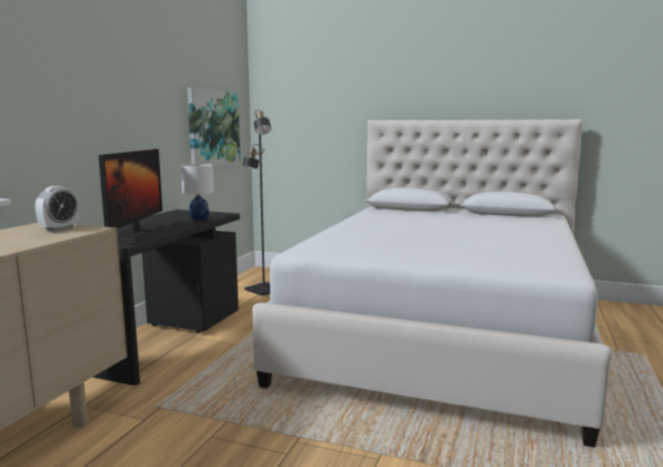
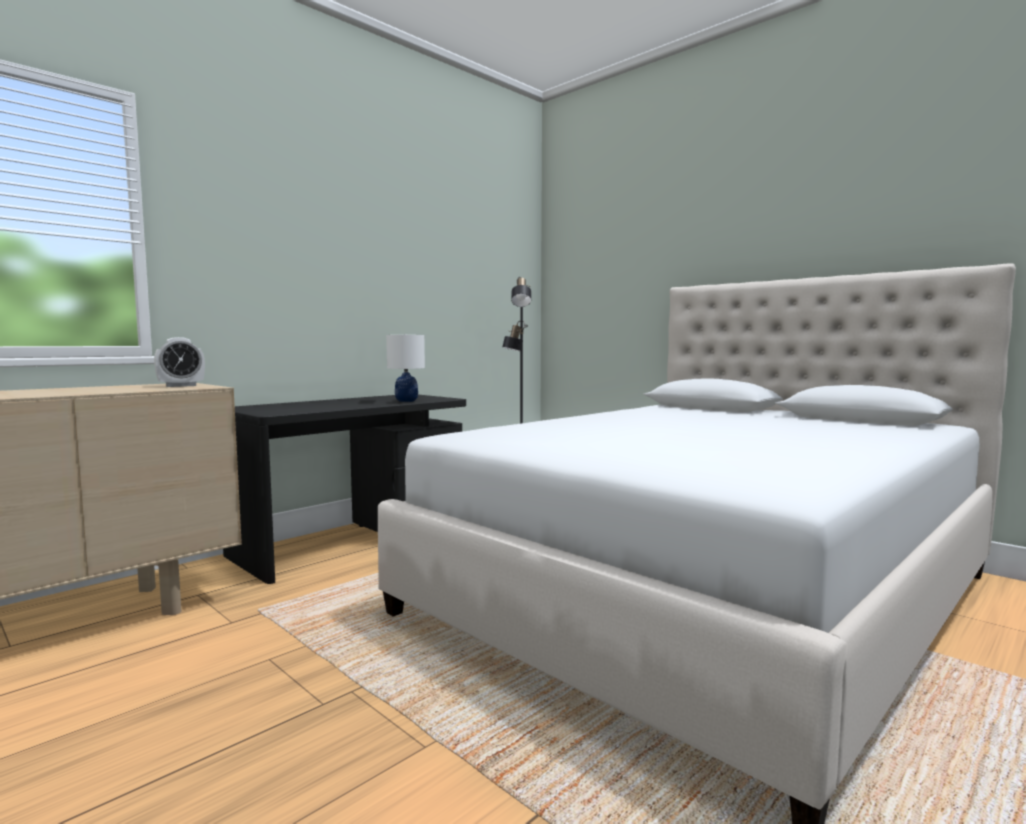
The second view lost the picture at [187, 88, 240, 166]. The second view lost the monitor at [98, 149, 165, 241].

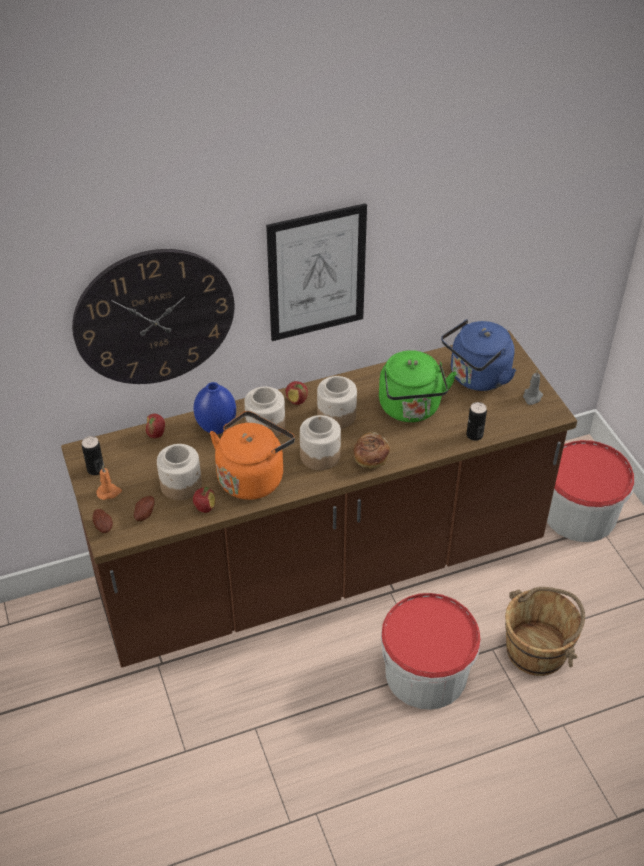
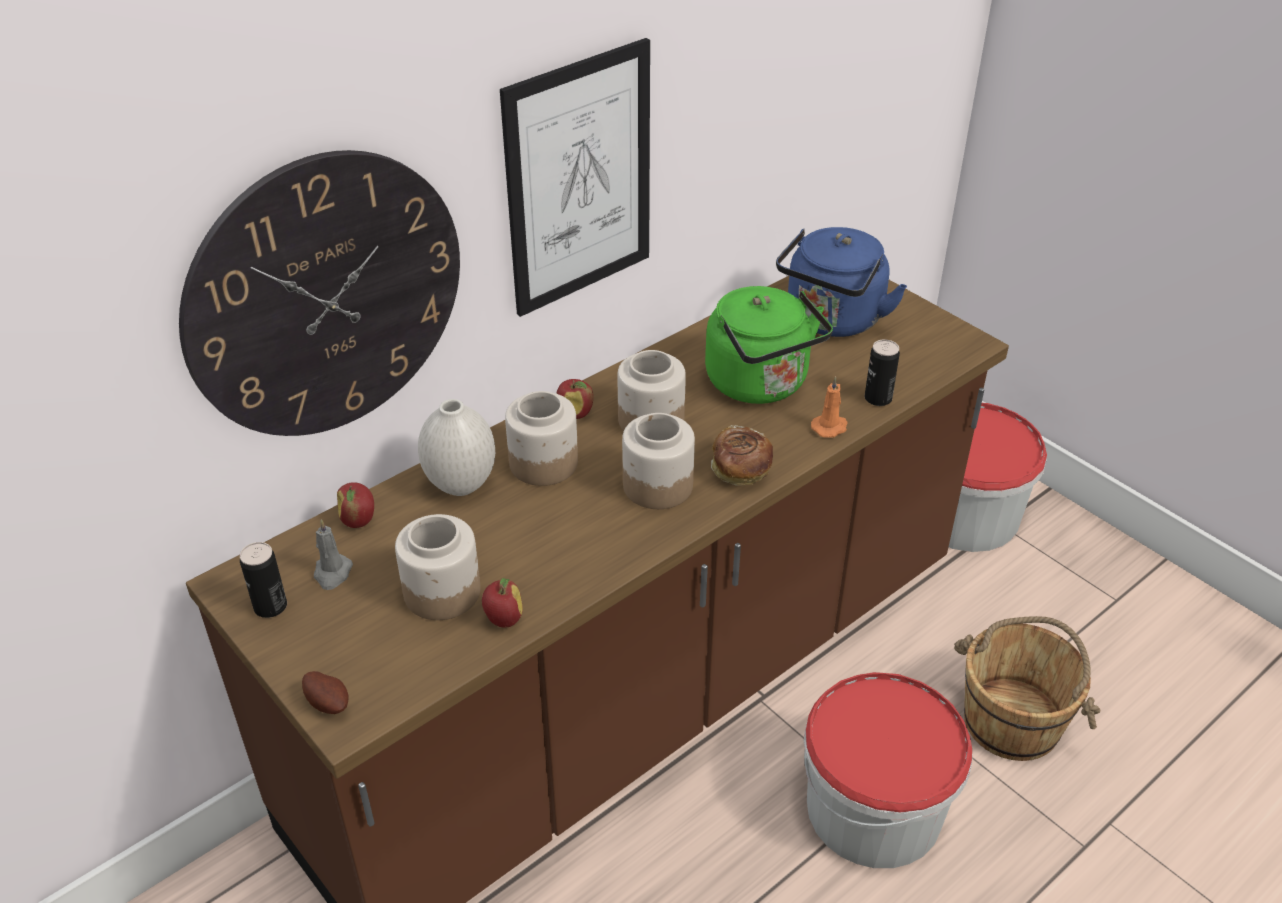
The grey candle ended up elsewhere, having gone from [523, 369, 543, 405] to [314, 519, 353, 590]. What was the blue vase at [194, 382, 236, 434] turned into the white vase at [418, 399, 495, 496]. The second view lost the orange kettle at [210, 411, 295, 500]. The orange candle ended up elsewhere, having gone from [96, 465, 122, 500] to [811, 376, 848, 438]. The second view lost the potato at [134, 496, 155, 521].

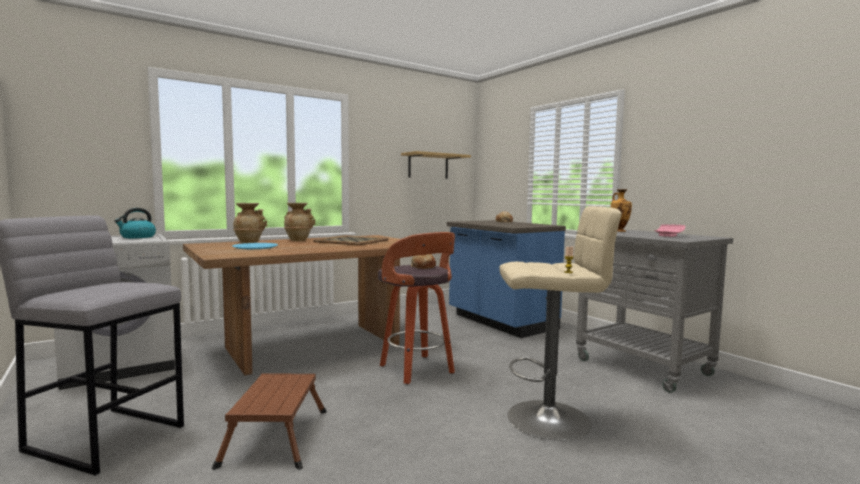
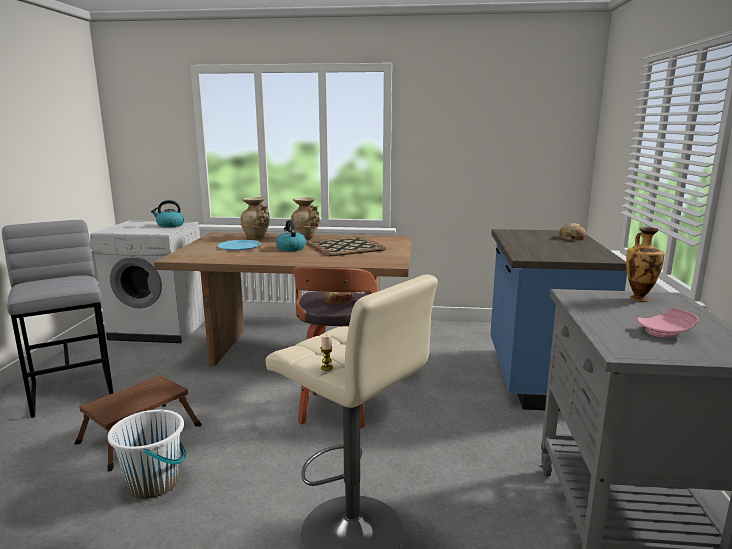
The second view lost the shelf at [401, 151, 471, 179]. The second view gained the kettle at [276, 220, 306, 251]. The second view gained the white bucket at [108, 410, 186, 499].

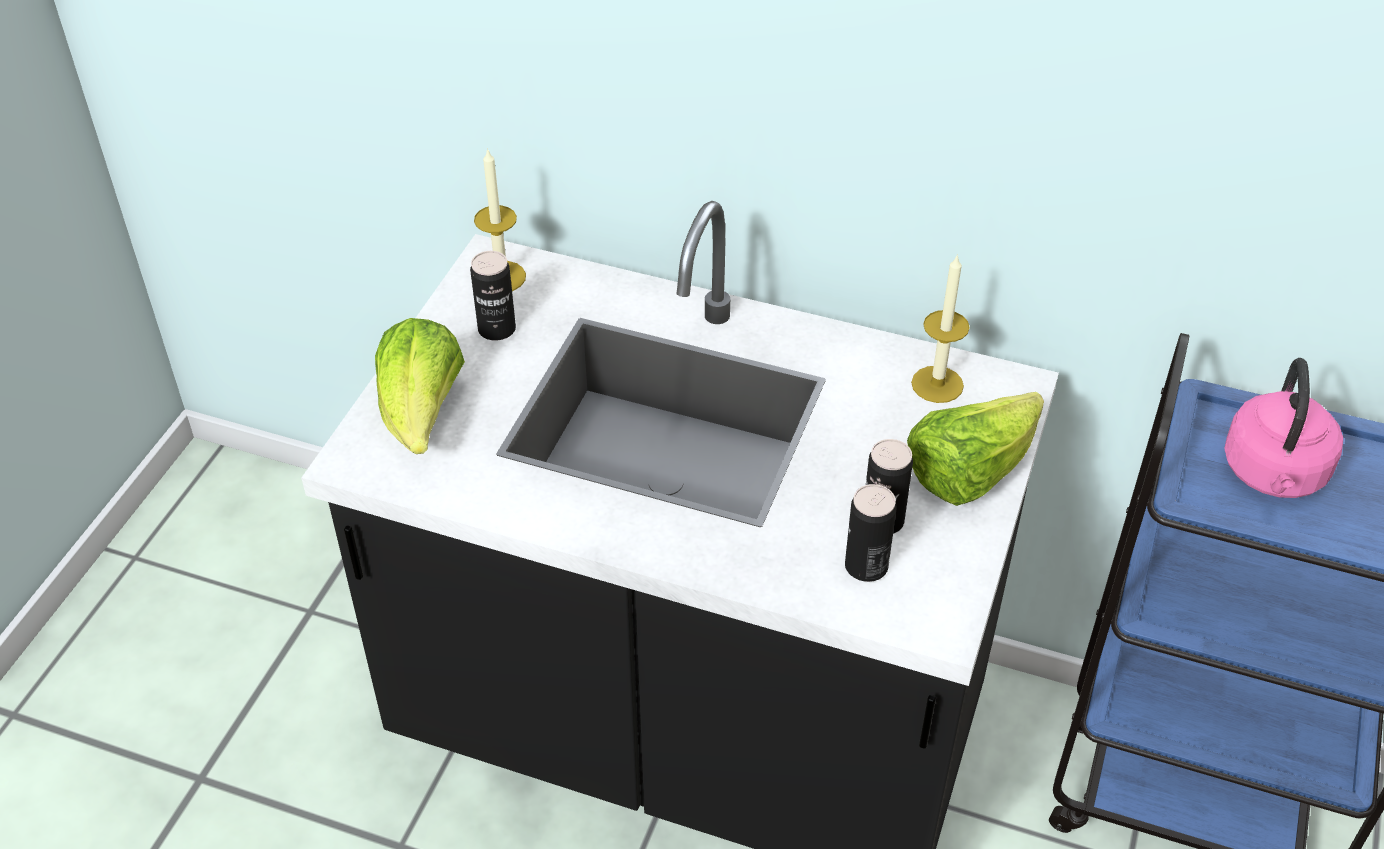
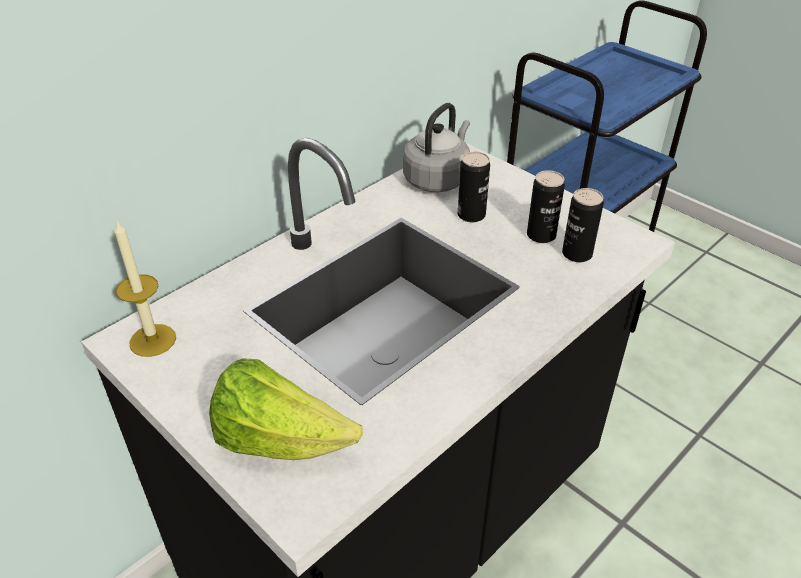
The can ended up elsewhere, having gone from [470, 251, 516, 341] to [458, 152, 490, 222]. Where the candle stood at [911, 254, 970, 403], the grey kettle came to stand at [403, 103, 470, 192]. The second view lost the pink kettle at [1224, 358, 1343, 498]. The second view lost the lettuce at [907, 392, 1044, 506].

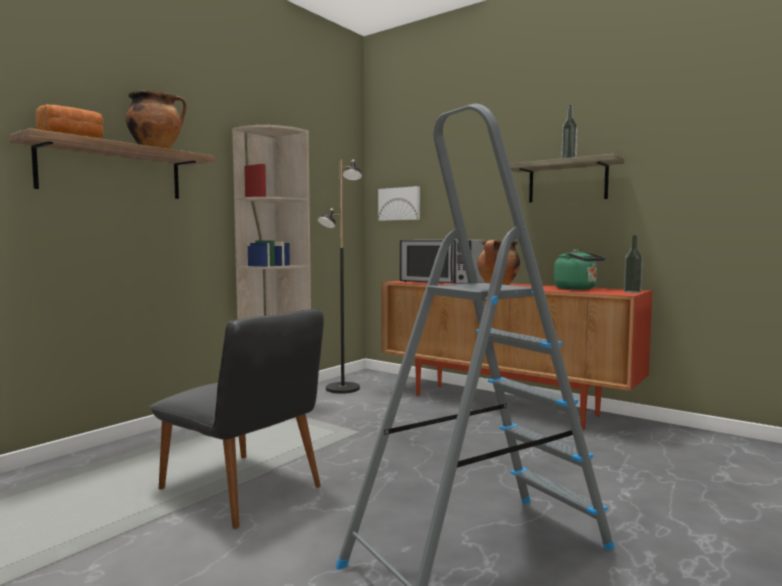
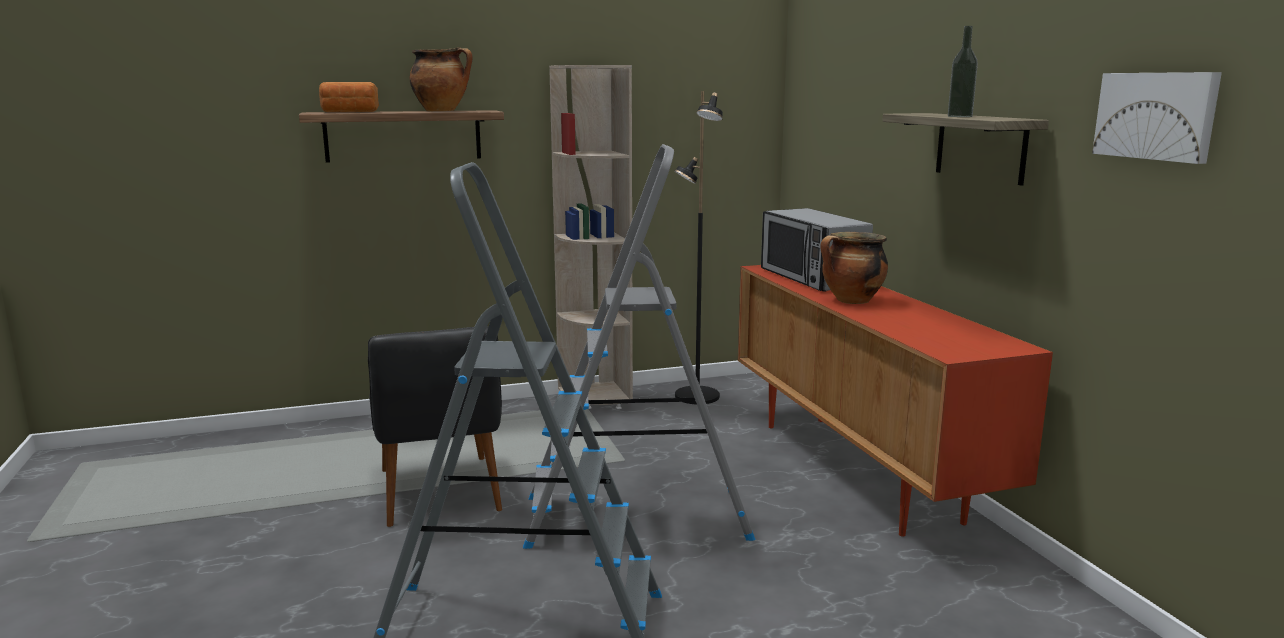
The picture ended up elsewhere, having gone from [378, 186, 420, 221] to [1092, 72, 1222, 164]. The second view lost the bottle at [624, 235, 643, 293]. The second view lost the green kettle at [554, 249, 606, 290]. The second view gained the grey step ladder at [523, 144, 755, 549].

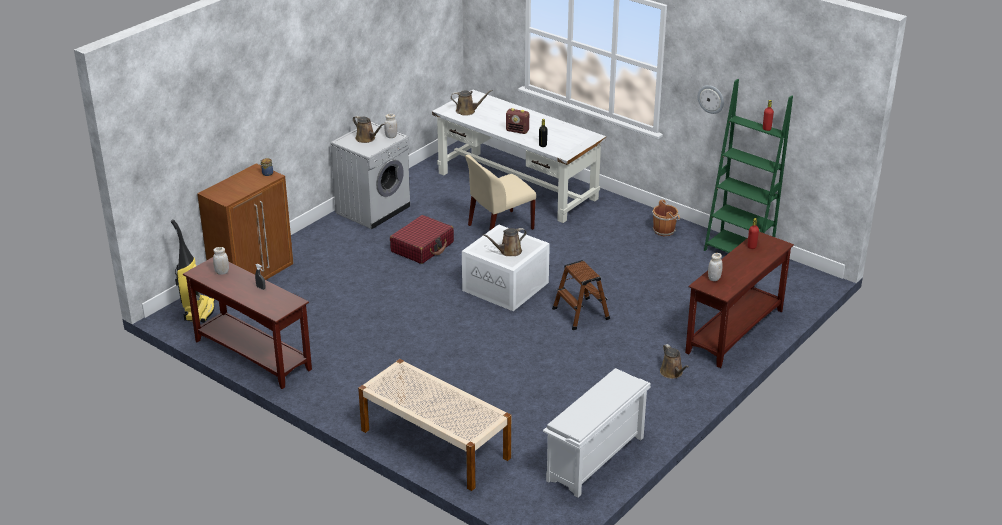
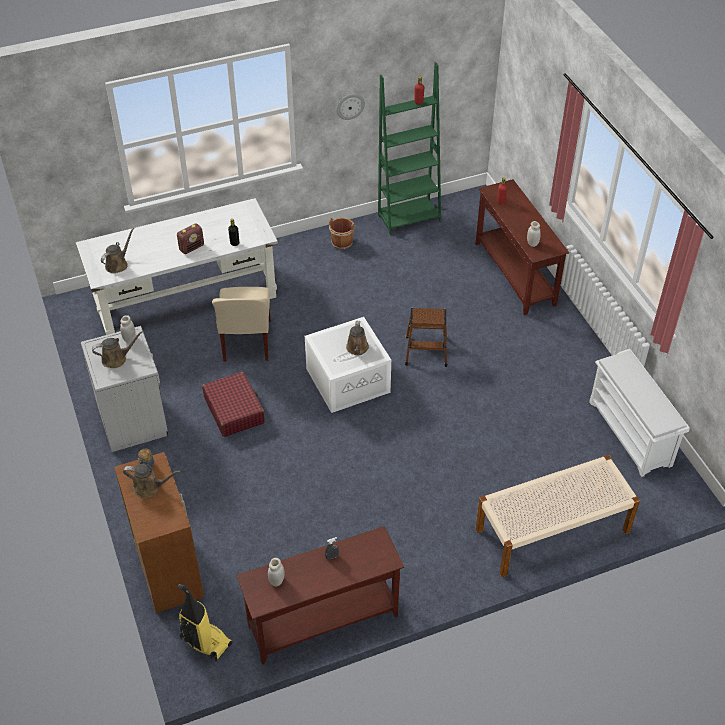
The brown watering can ended up elsewhere, having gone from [660, 344, 689, 379] to [123, 464, 180, 498].

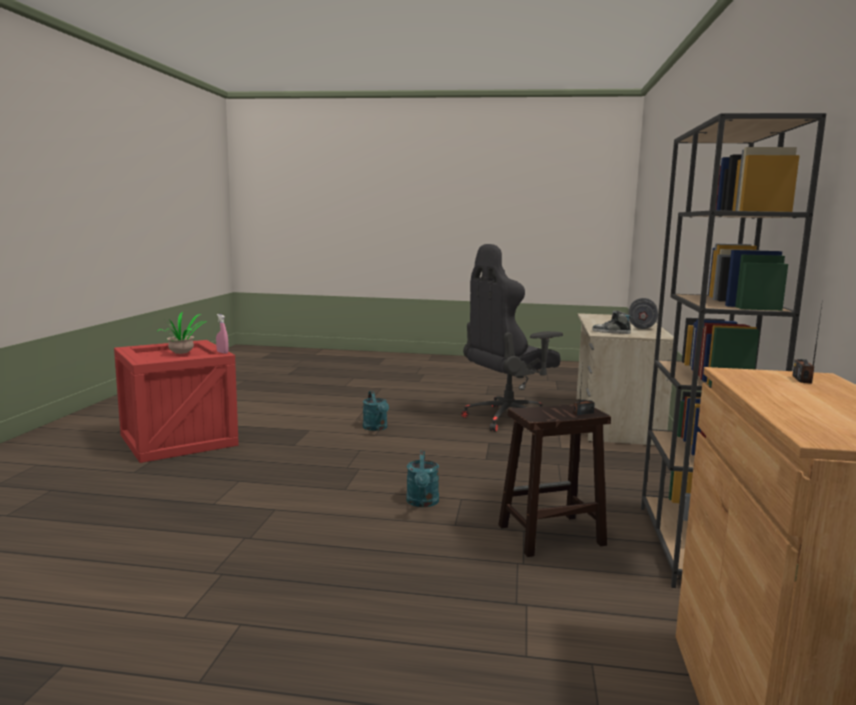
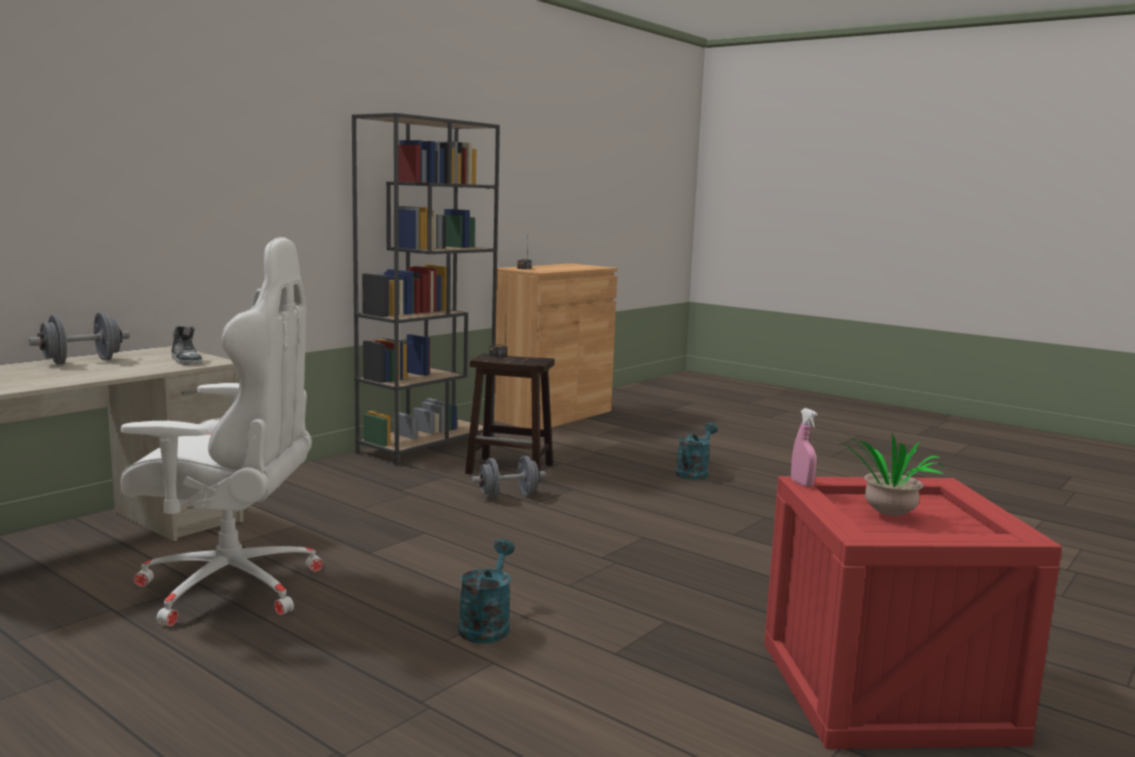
What was the black office chair at [461, 244, 563, 432] turned into the white office chair at [120, 237, 323, 626]. The turquoise watering can ended up elsewhere, having gone from [406, 450, 439, 507] to [676, 422, 718, 480]. The second view gained the grey dumbbell at [472, 456, 545, 499].

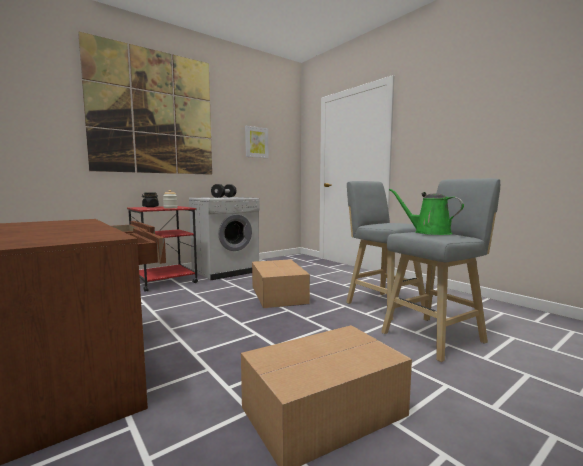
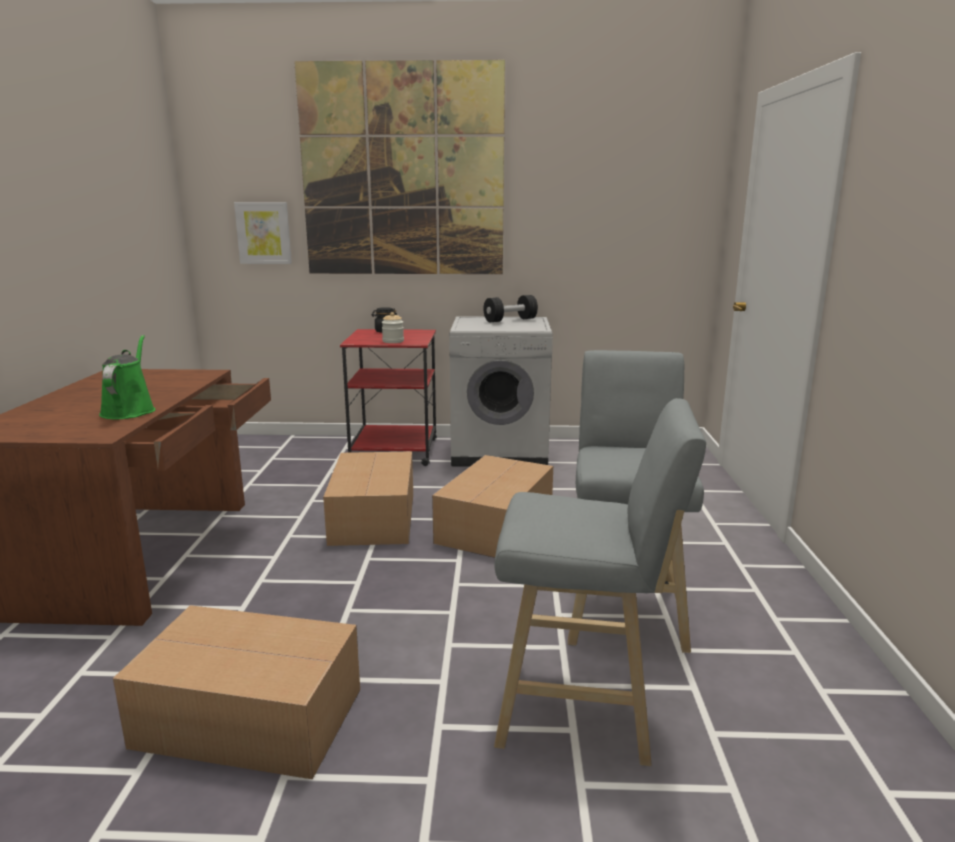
The picture ended up elsewhere, having gone from [245, 126, 268, 158] to [234, 202, 292, 264]. The green watering can ended up elsewhere, having gone from [389, 189, 464, 235] to [99, 335, 156, 419]. The second view gained the cardboard box at [323, 451, 413, 546].

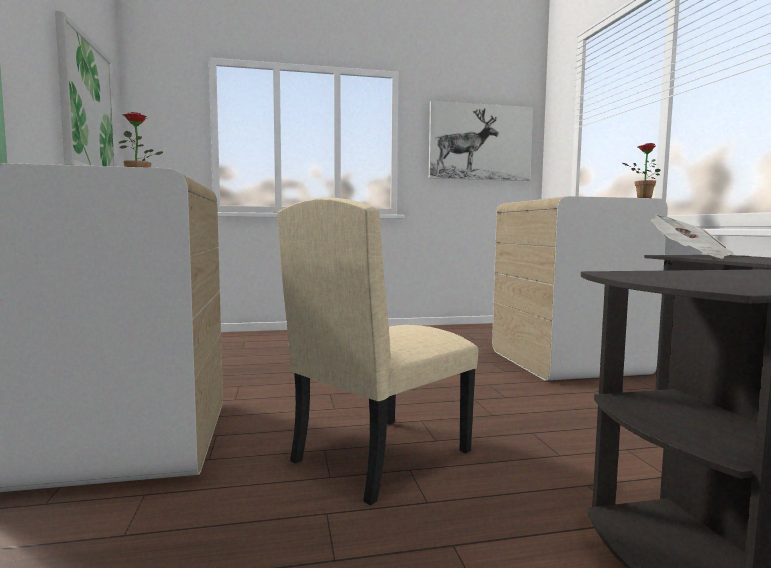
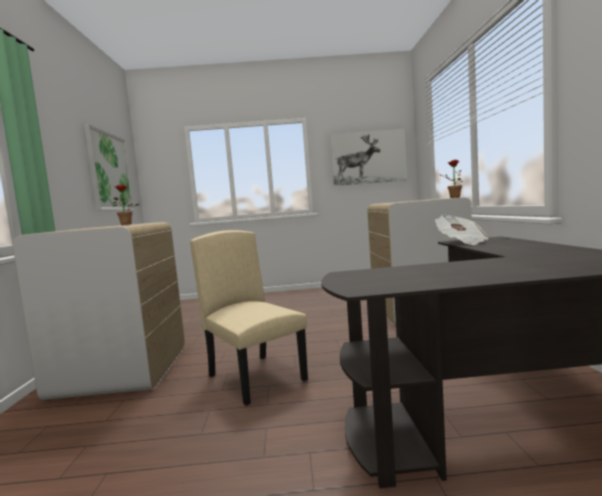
The beige chair at [277, 197, 478, 505] ended up facing another way, 90 degrees clockwise from before.

